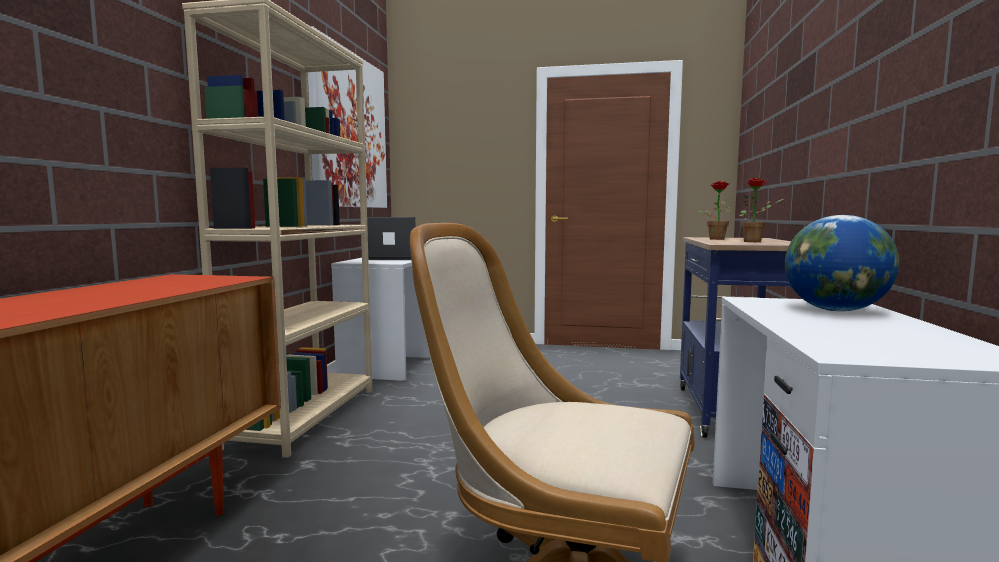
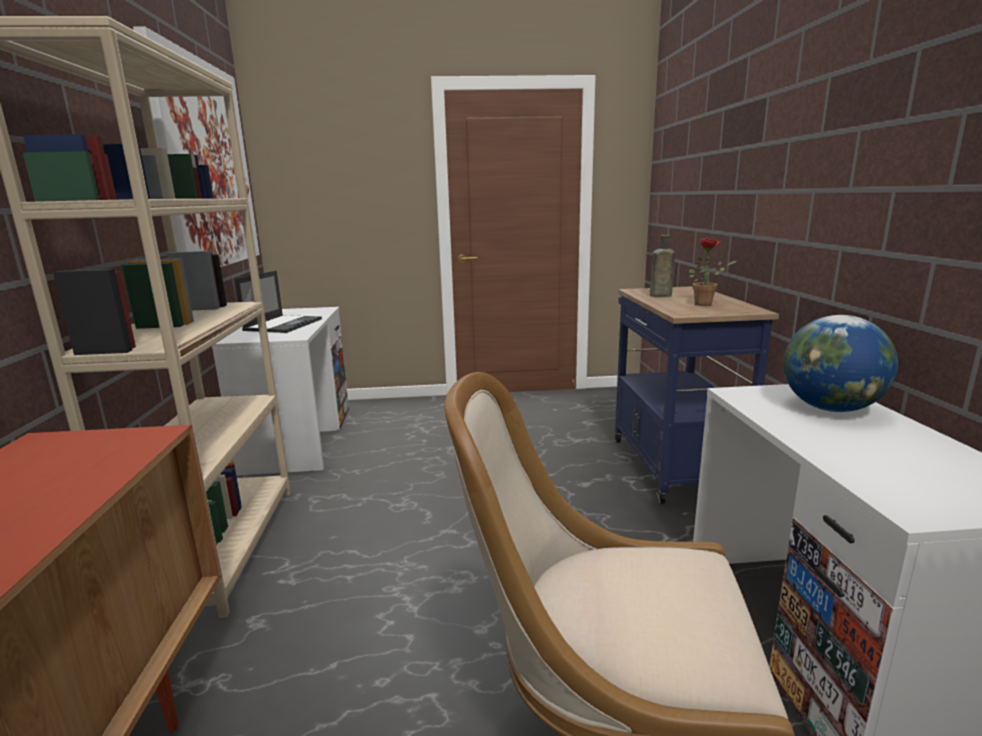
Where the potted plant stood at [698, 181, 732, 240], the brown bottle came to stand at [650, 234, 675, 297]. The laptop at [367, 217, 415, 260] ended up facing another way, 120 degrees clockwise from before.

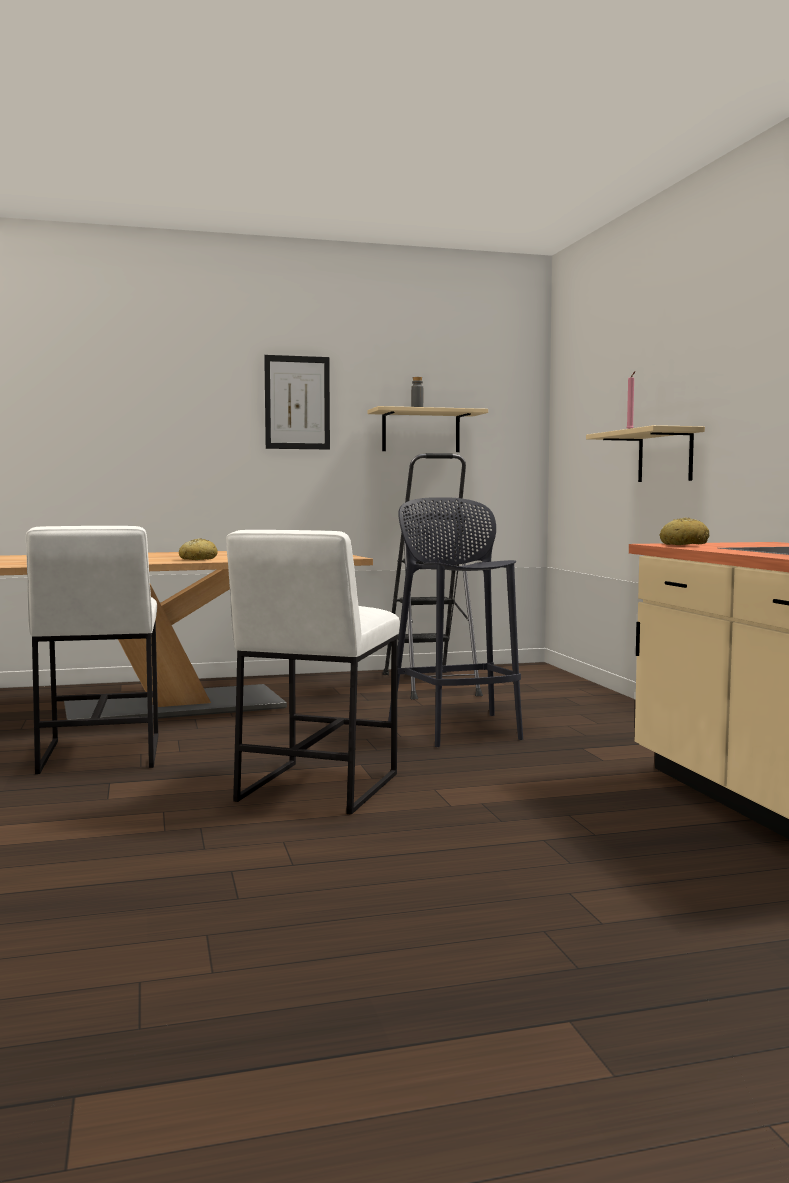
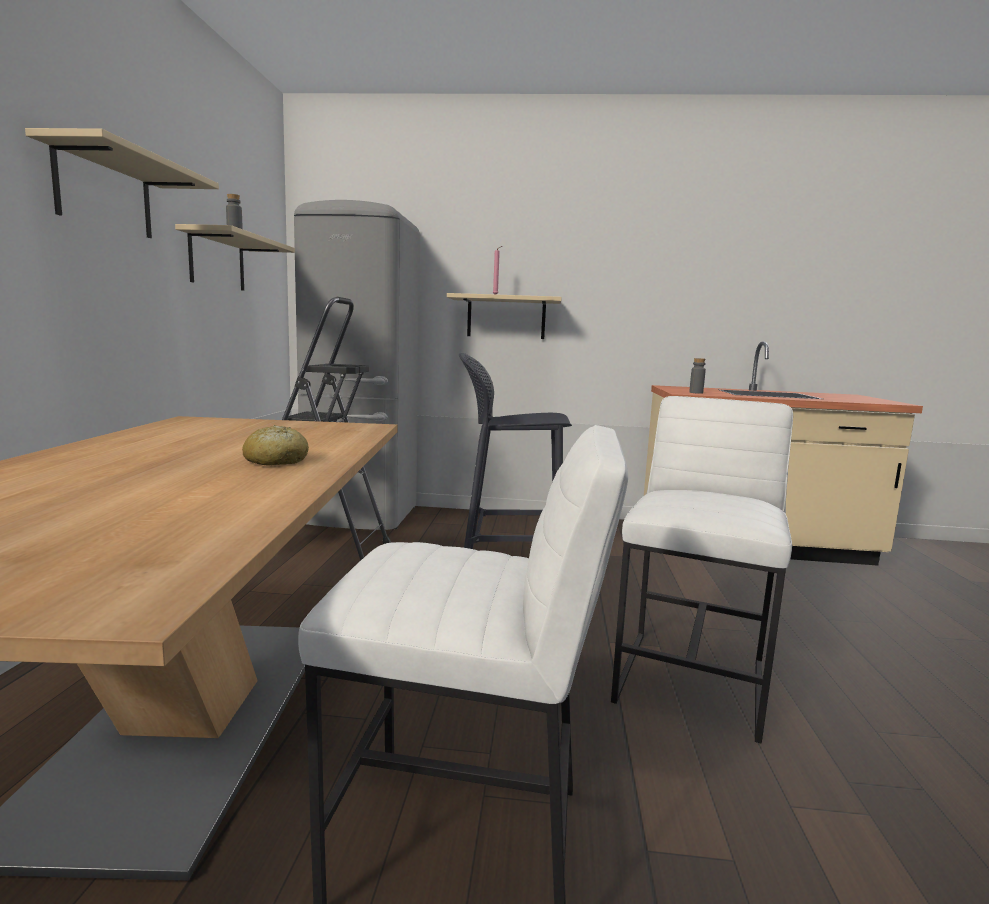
Where the picture hung at [264, 355, 330, 449], the beige shelf came to hang at [25, 128, 219, 238]. Where the bread stood at [659, 517, 709, 545], the grey bottle came to stand at [689, 358, 706, 394]. The white chair at [226, 530, 400, 815] ended up facing another way, 105 degrees counterclockwise from before. The second view gained the grey fridge at [294, 200, 420, 530].

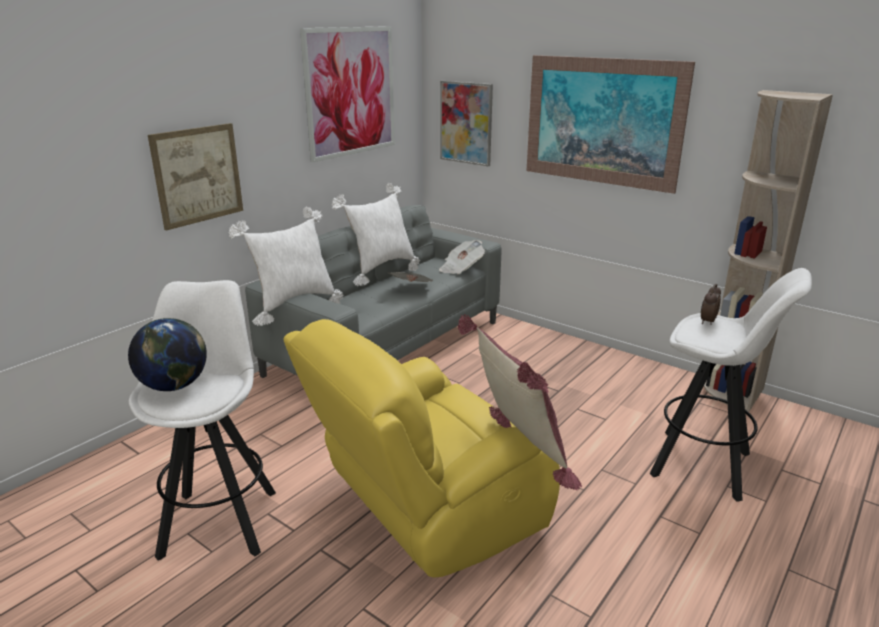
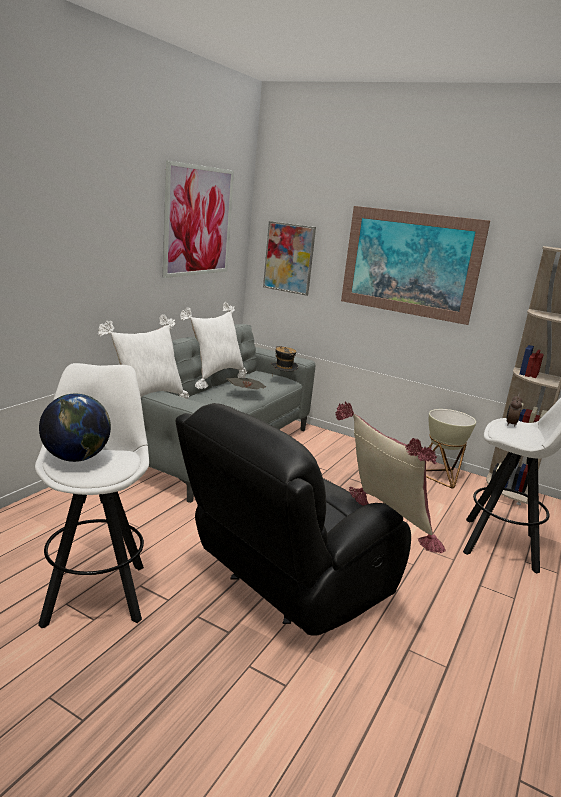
The second view lost the picture at [148, 123, 243, 231]. Where the newspaper stood at [439, 240, 485, 274], the hat came to stand at [271, 346, 298, 372]. What was the yellow armchair at [283, 319, 560, 577] turned into the black armchair at [176, 403, 411, 636]. The second view gained the planter at [426, 409, 476, 489].

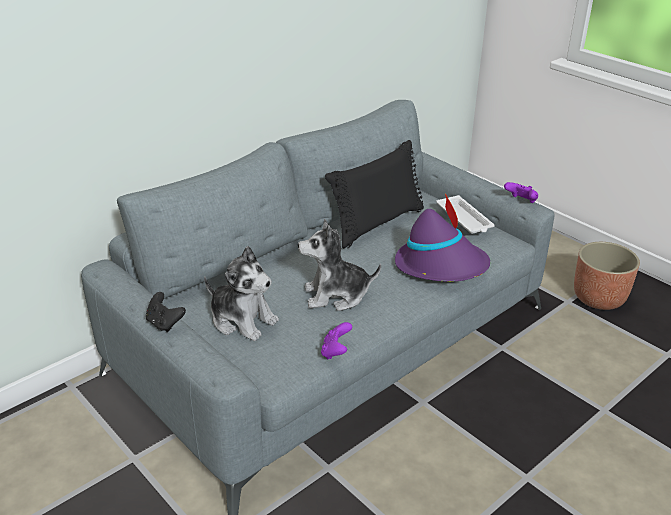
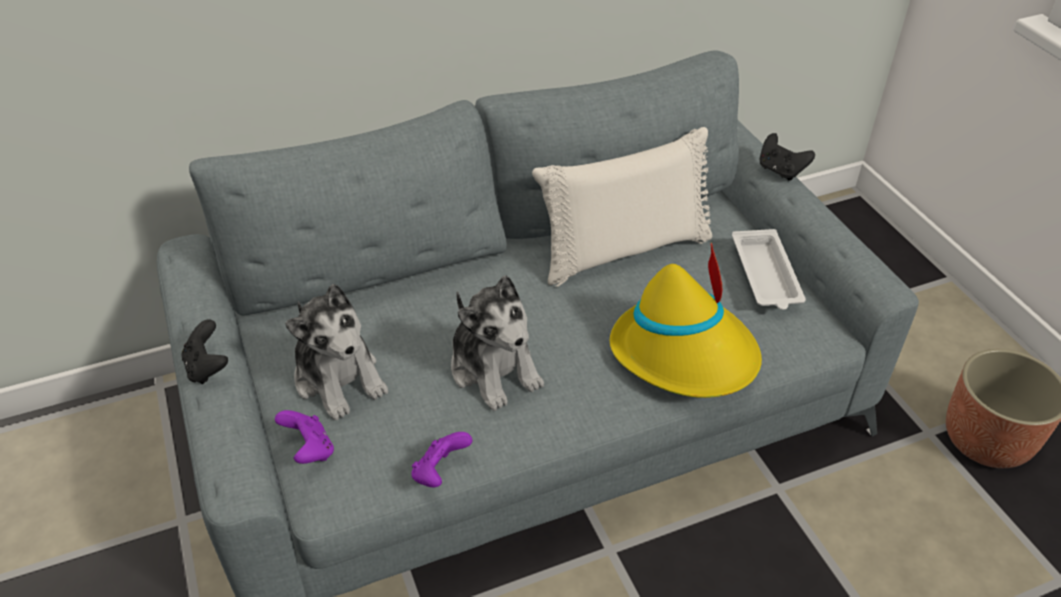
What was the black pillow at [325, 140, 424, 249] turned into the white pillow at [532, 127, 712, 287]. The purple game controller ended up elsewhere, having gone from [504, 182, 538, 203] to [275, 410, 334, 464]. What was the purple hat at [395, 193, 490, 282] turned into the yellow hat at [610, 243, 762, 398]. The plush toy at [298, 219, 381, 311] ended up facing another way, 135 degrees counterclockwise from before. The second view gained the black game controller at [759, 133, 815, 181].

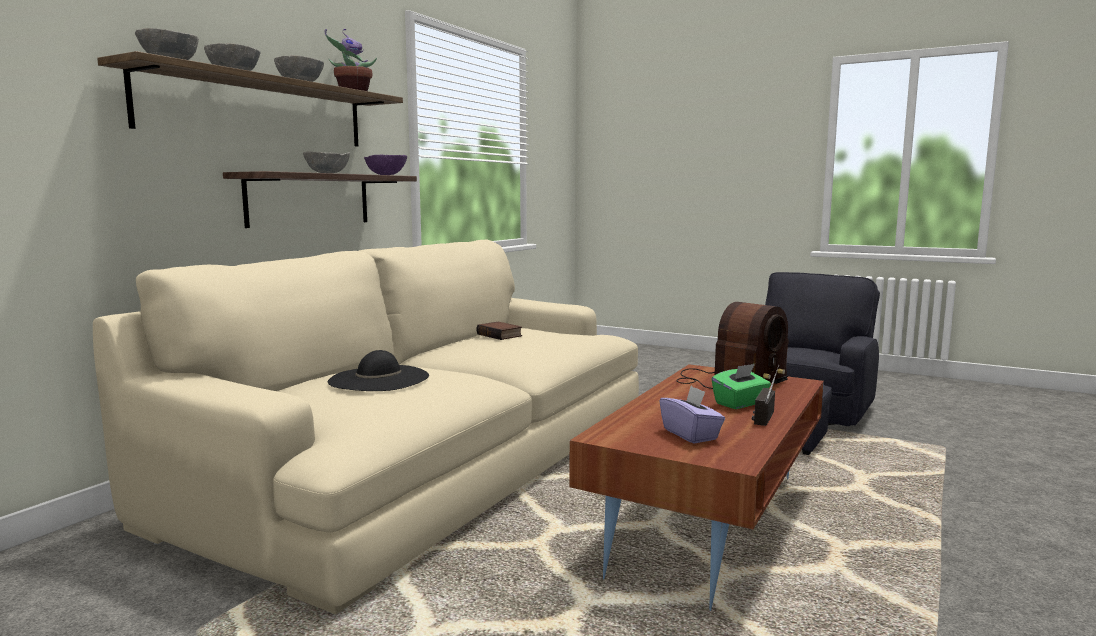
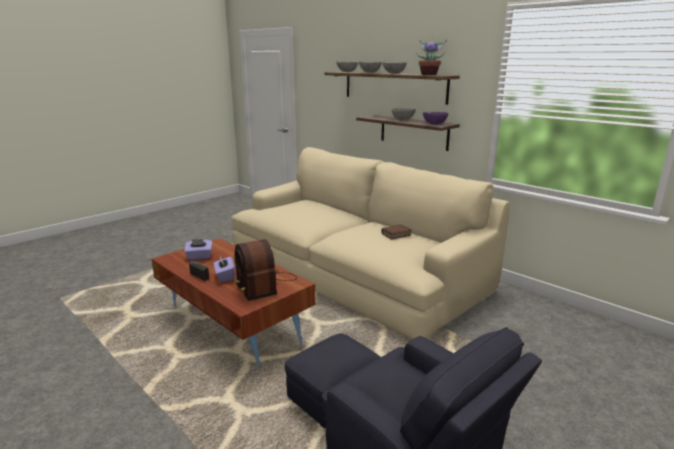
The second view lost the black hat at [328, 350, 429, 391]. What was the green tissue box at [711, 364, 771, 409] turned into the purple tissue box at [214, 256, 235, 282].

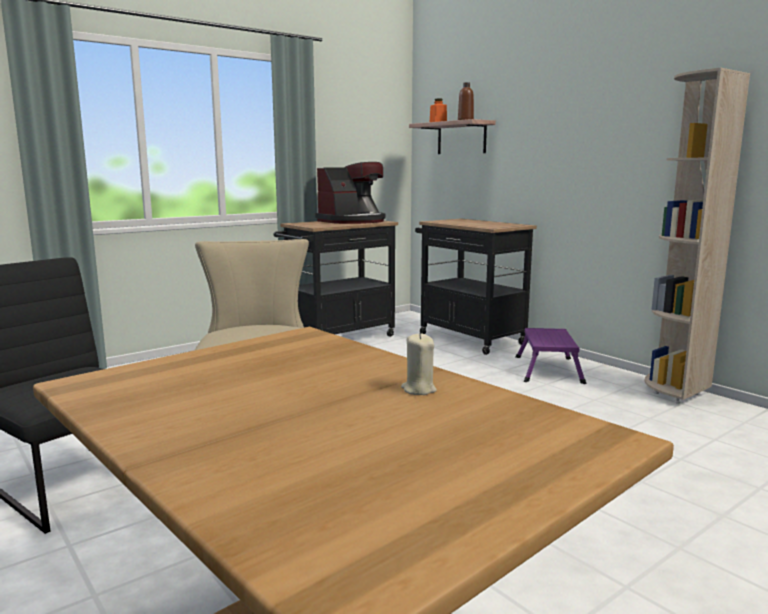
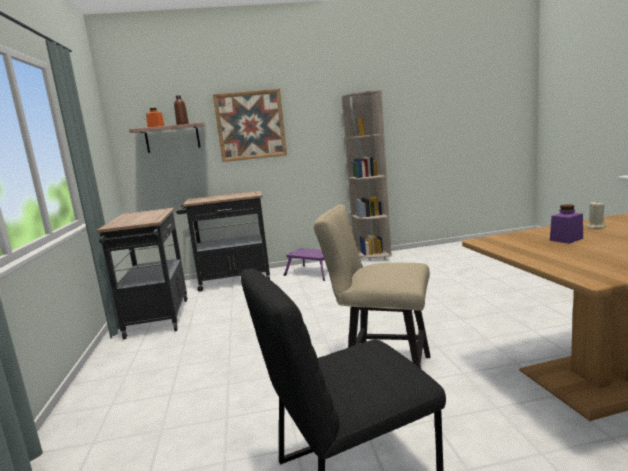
The second view lost the coffee machine at [315, 162, 385, 224]. The second view gained the picture at [213, 89, 287, 162]. The second view gained the purple jar at [550, 204, 583, 244].

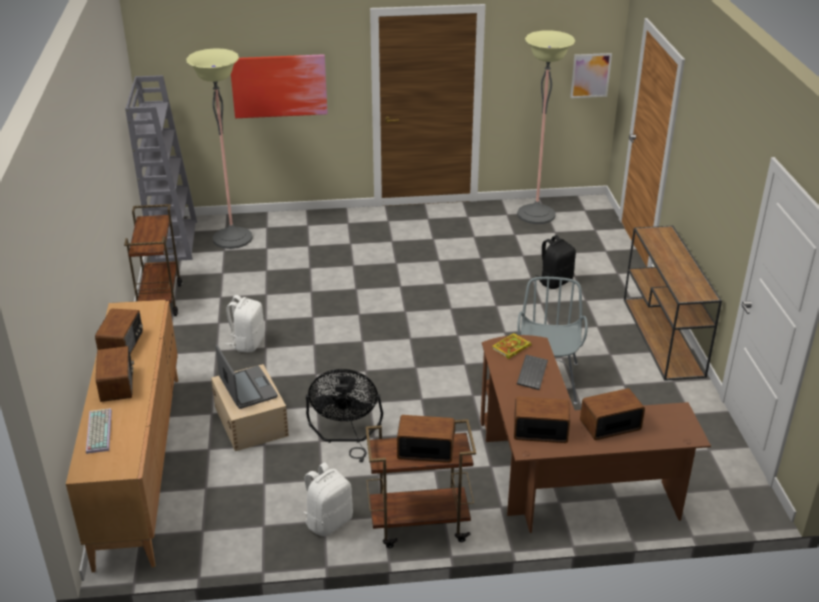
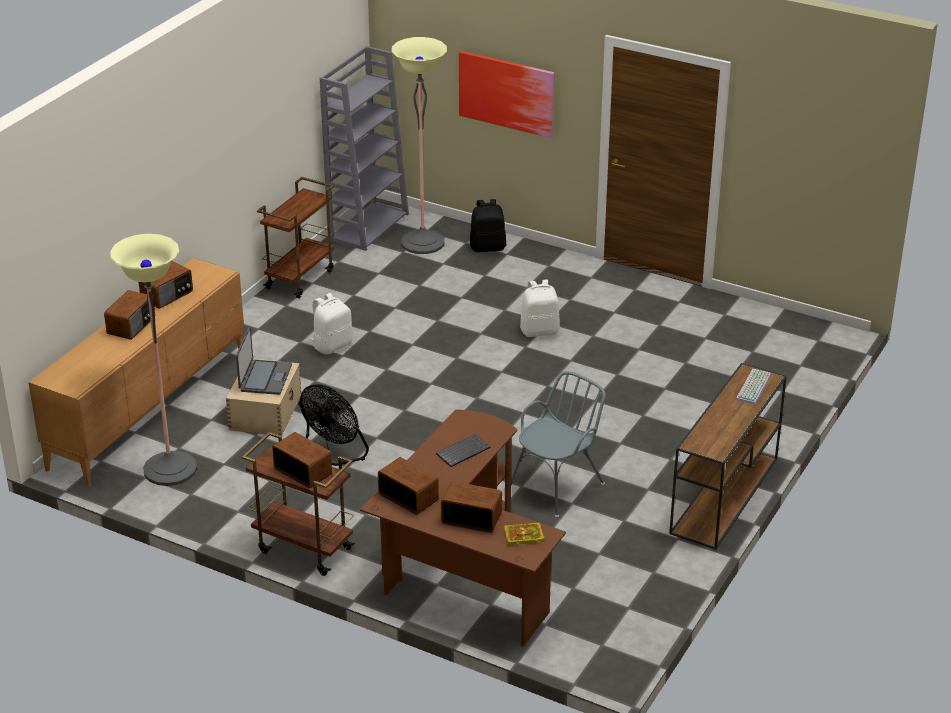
The floor lamp ended up elsewhere, having gone from [517, 30, 575, 224] to [110, 234, 197, 486]. The second view lost the picture at [570, 53, 612, 98]. The black backpack ended up elsewhere, having gone from [536, 235, 576, 289] to [470, 199, 506, 252]. The book ended up elsewhere, having gone from [492, 333, 532, 359] to [504, 523, 545, 545]. The keyboard ended up elsewhere, having gone from [86, 408, 112, 454] to [736, 369, 771, 405]. The white backpack ended up elsewhere, having gone from [303, 462, 353, 536] to [520, 279, 560, 337].

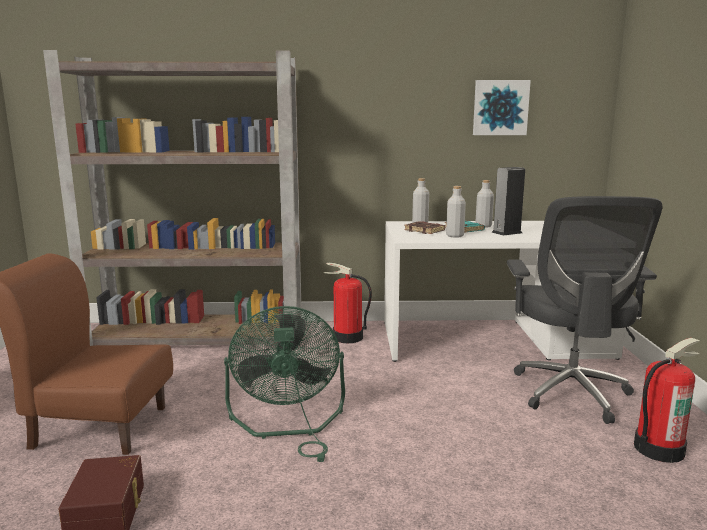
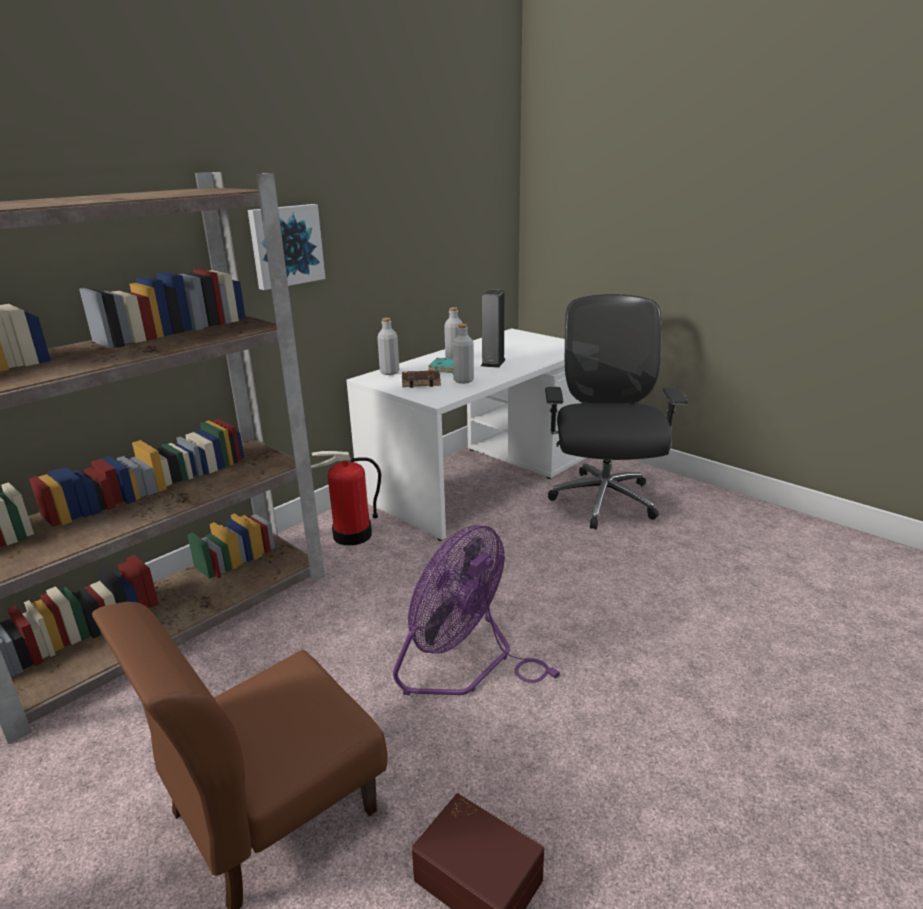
The picture ended up elsewhere, having gone from [473, 80, 531, 135] to [248, 204, 325, 290]. The office chair at [507, 196, 662, 424] ended up facing another way, 135 degrees counterclockwise from before. What was the green fan at [224, 306, 345, 462] turned into the purple fan at [393, 525, 560, 696]. The second view lost the fire extinguisher at [634, 338, 700, 463].

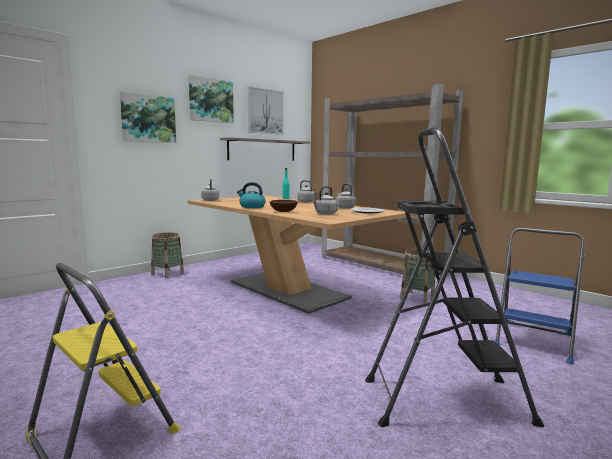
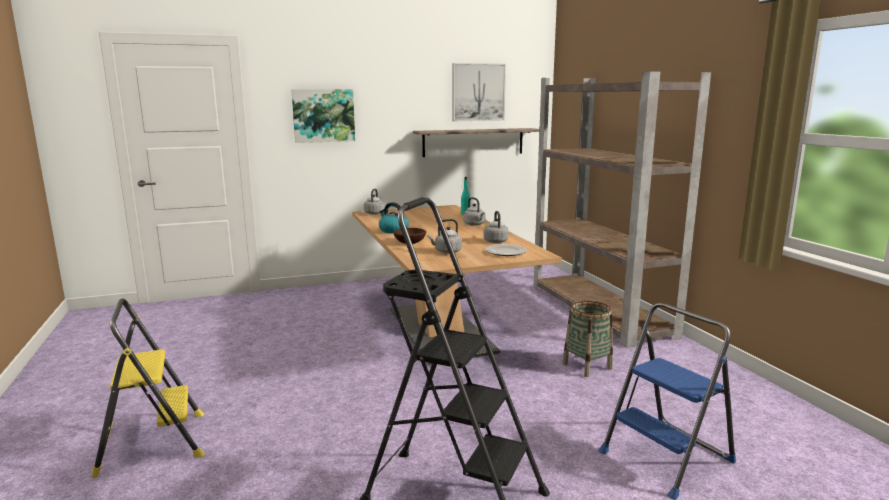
The second view lost the picture at [189, 75, 234, 123]. The second view lost the basket at [151, 233, 184, 279].

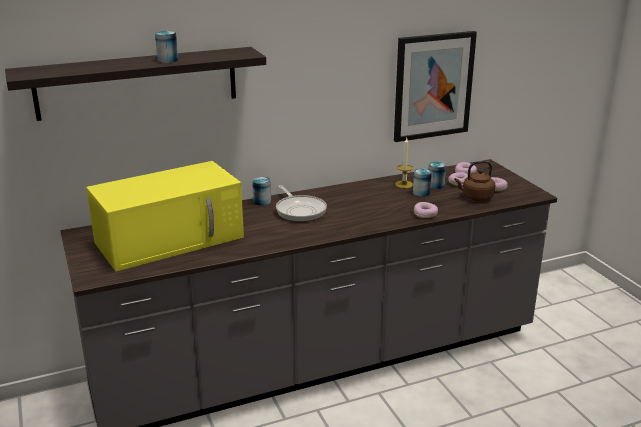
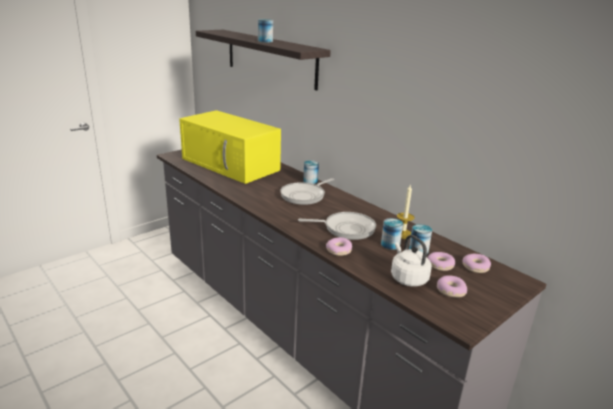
The second view lost the picture at [394, 31, 477, 142]. What was the brown kettle at [455, 161, 495, 201] turned into the white kettle at [391, 235, 432, 287]. The second view gained the frying pan at [298, 212, 376, 240].

